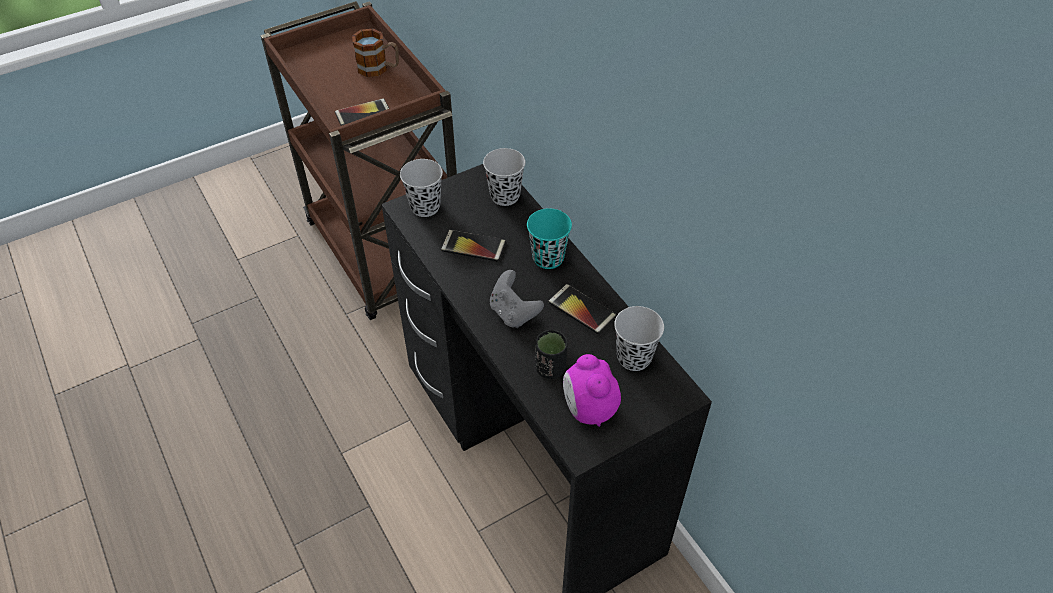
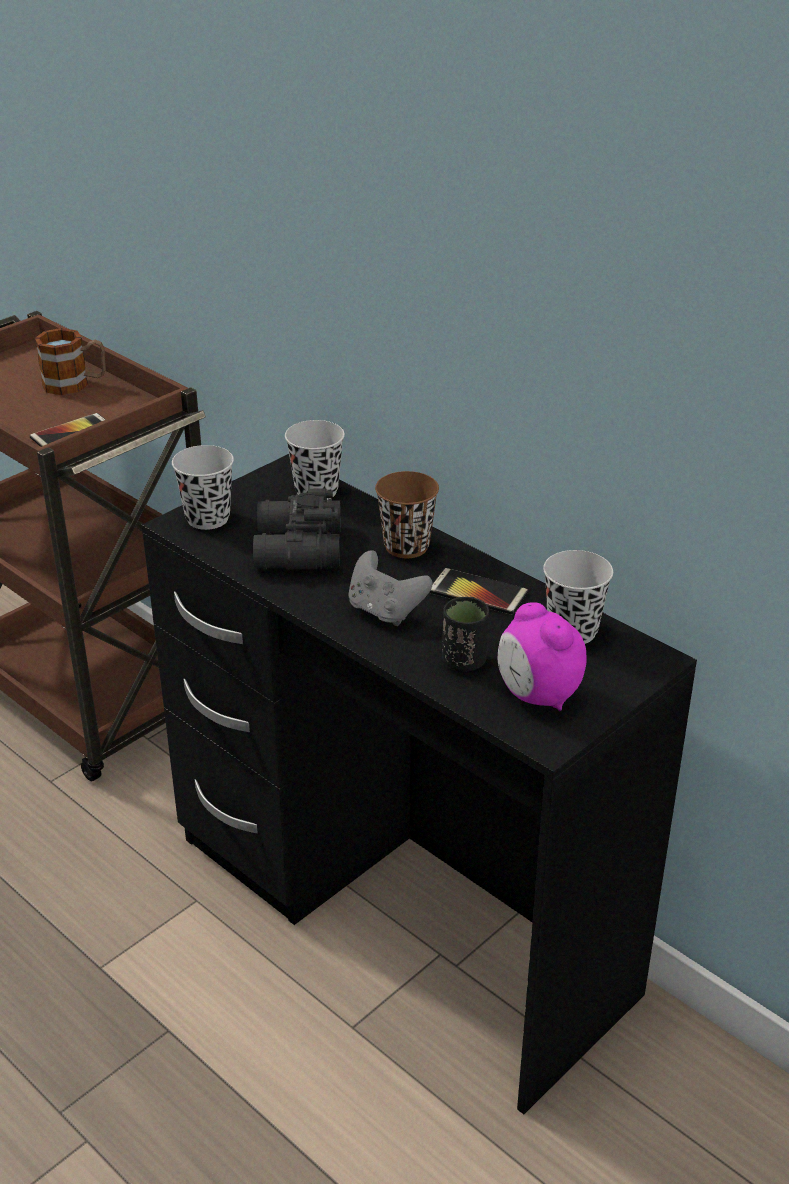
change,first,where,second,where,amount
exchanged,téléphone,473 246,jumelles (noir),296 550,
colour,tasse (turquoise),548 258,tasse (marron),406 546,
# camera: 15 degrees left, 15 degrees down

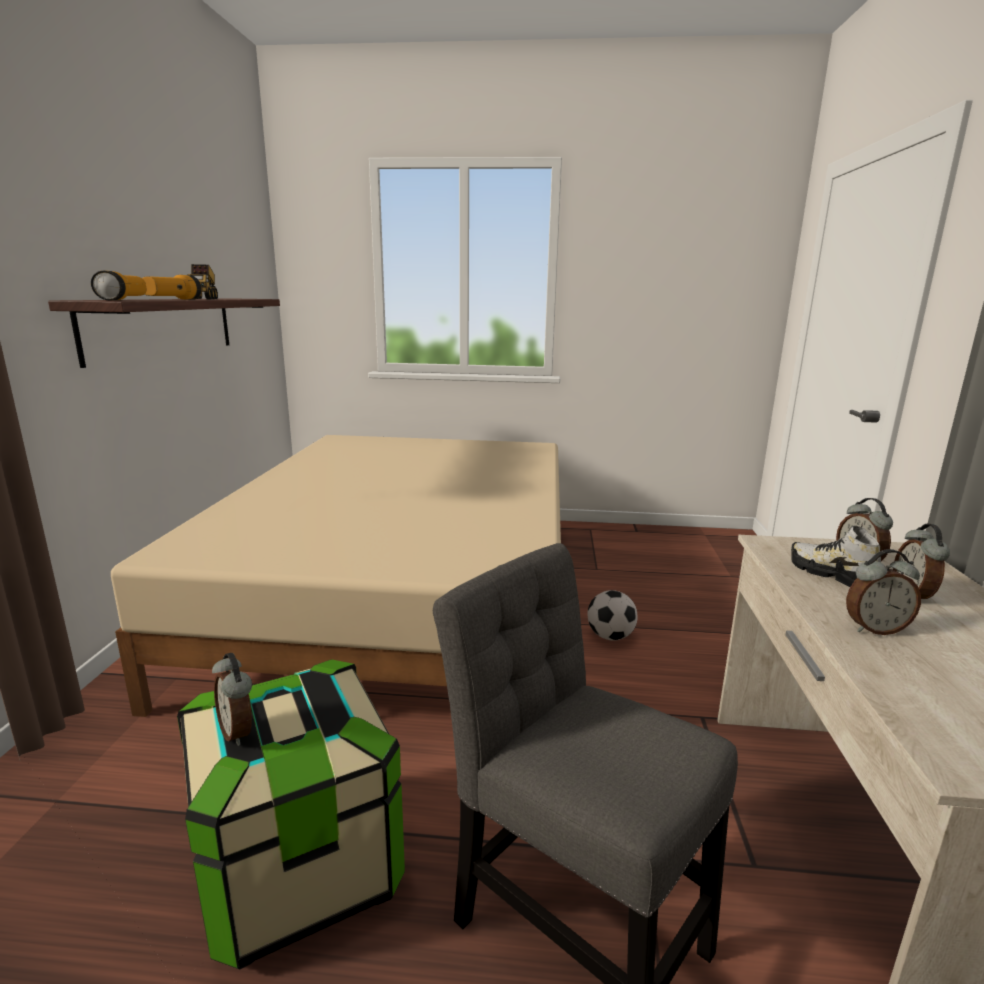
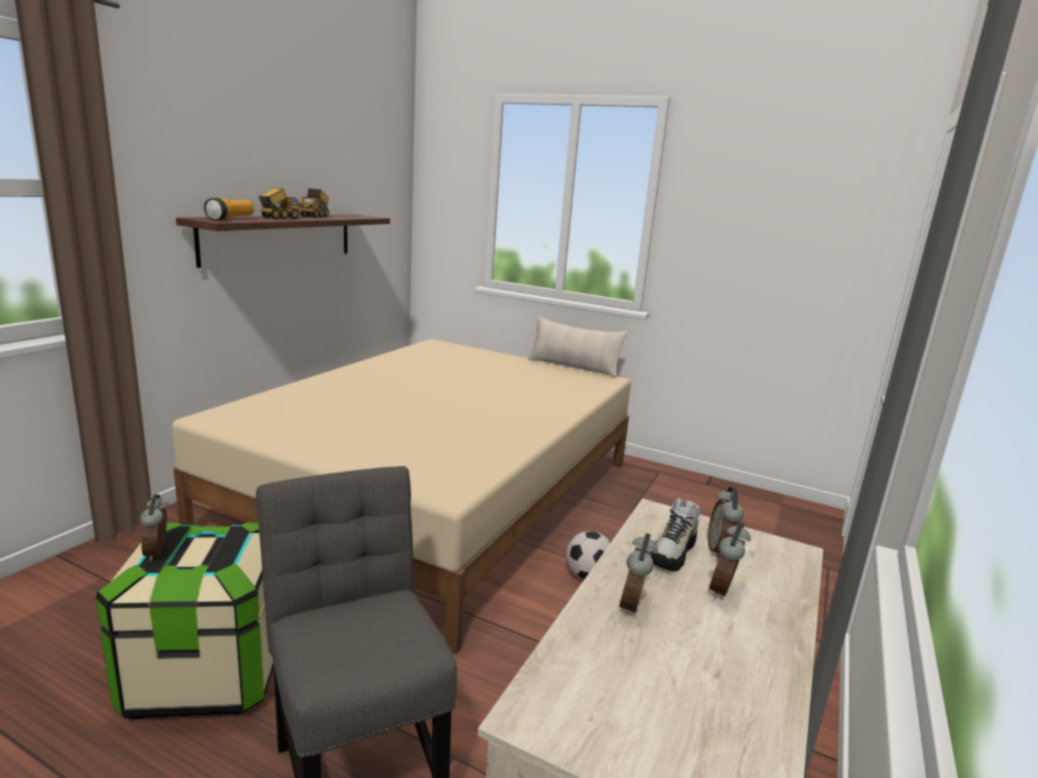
change,first,where,second,where,amount
exchanged,lampe de poche,173 299,camion jouet,280 218,
spun,chaussure,832 575,,673 553,135 degrees counterclockwise
spun,réveil,874 629,,633 606,90 degrees clockwise
appeared,,,coussin (beige),573 367,
# camera: 20 degrees right, 0 degrees up

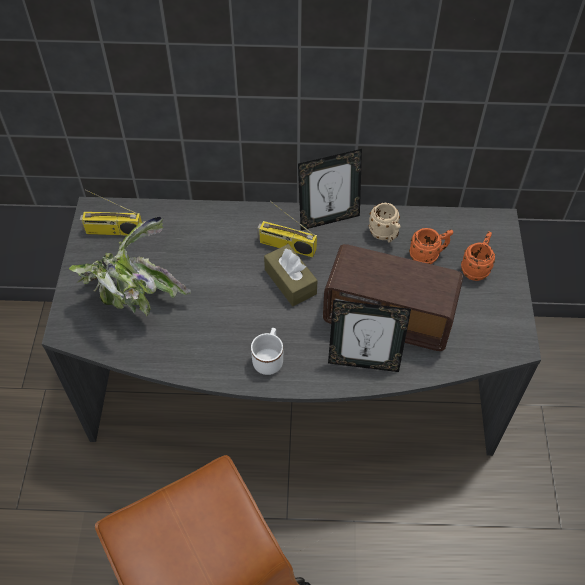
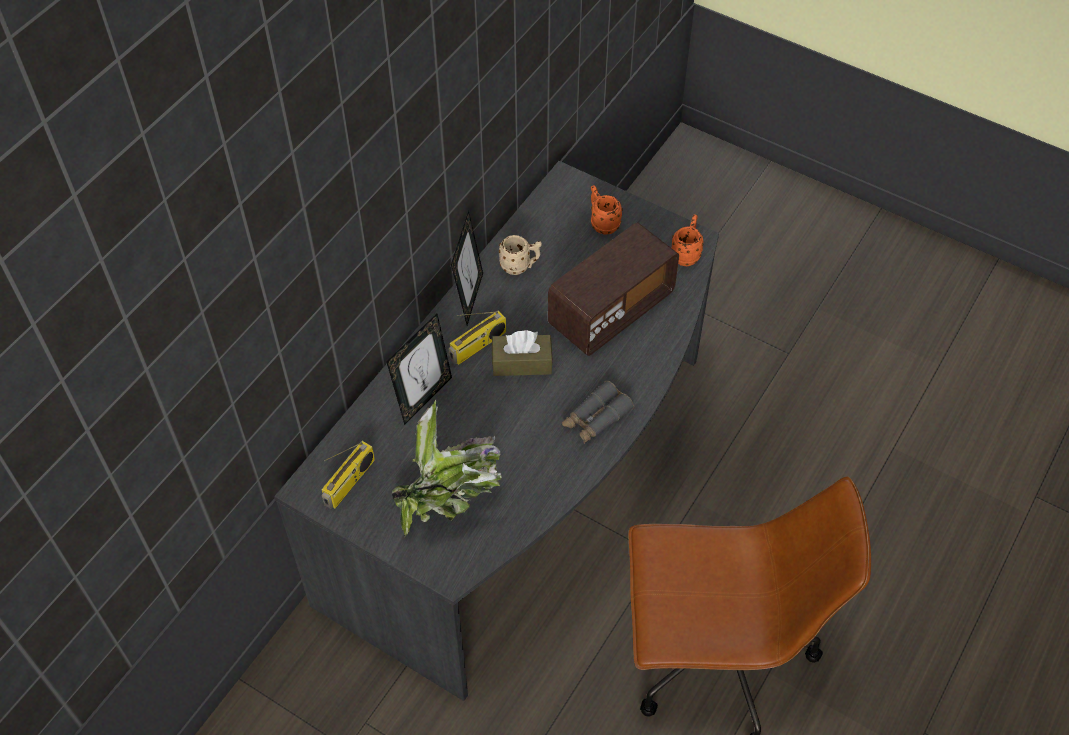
change,first,where,second,where,amount
exchanged,mug (blanc),269 358,jumelles (gris),596 418,
relocated,cadre photo,363 362,,423 397,
relocated,mug (orange),428 256,,686 253,
# camera: 60 degrees left, 0 degrees up

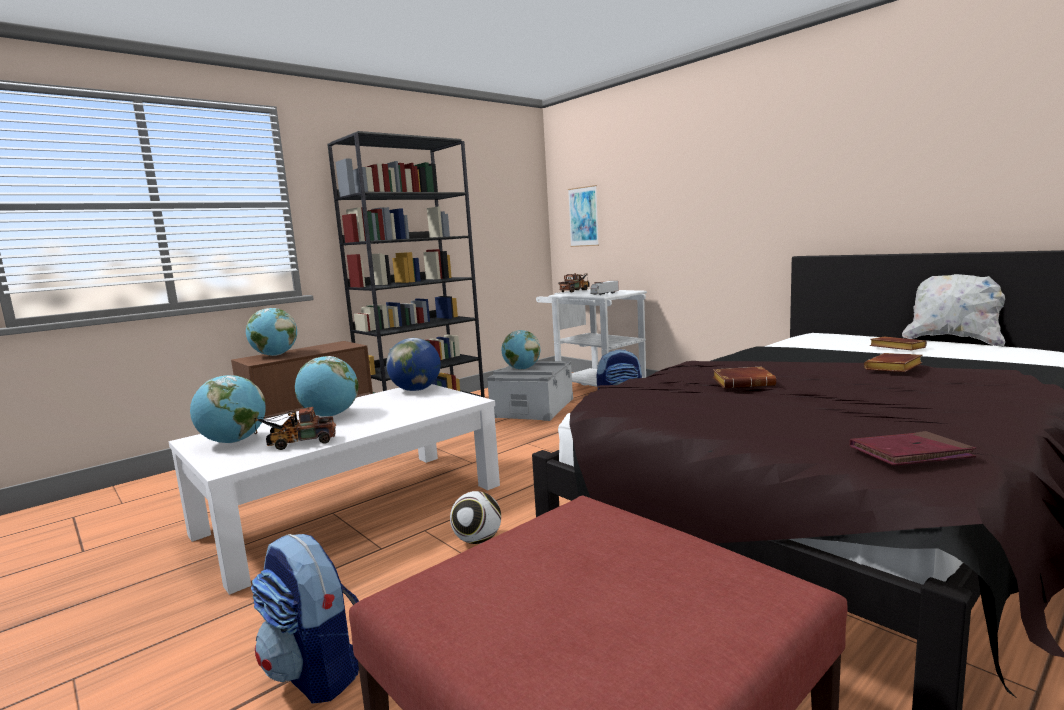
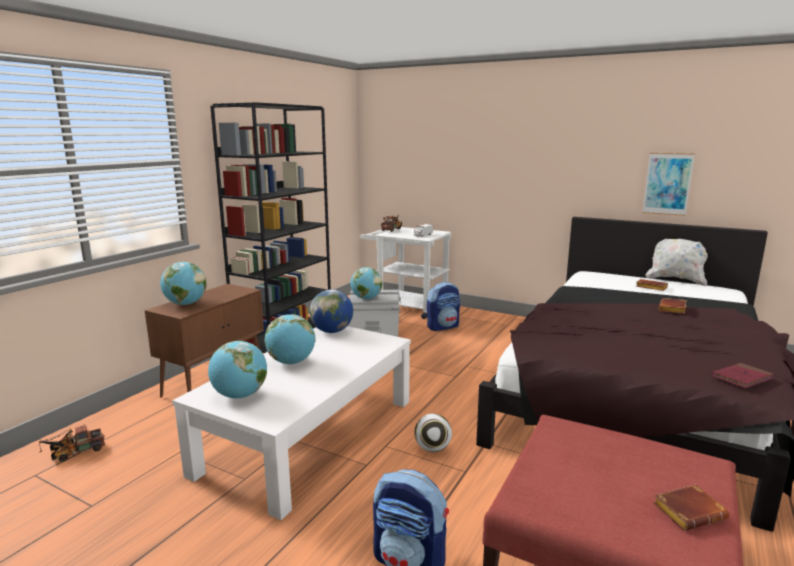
change,first,where,second,where,amount
relocated,camion jouet,297 443,,74 453,
relocated,tableau,583 216,,667 184,
relocated,livre (marron),744 383,,689 511,
# camera: 20 degrees left, 5 degrees up

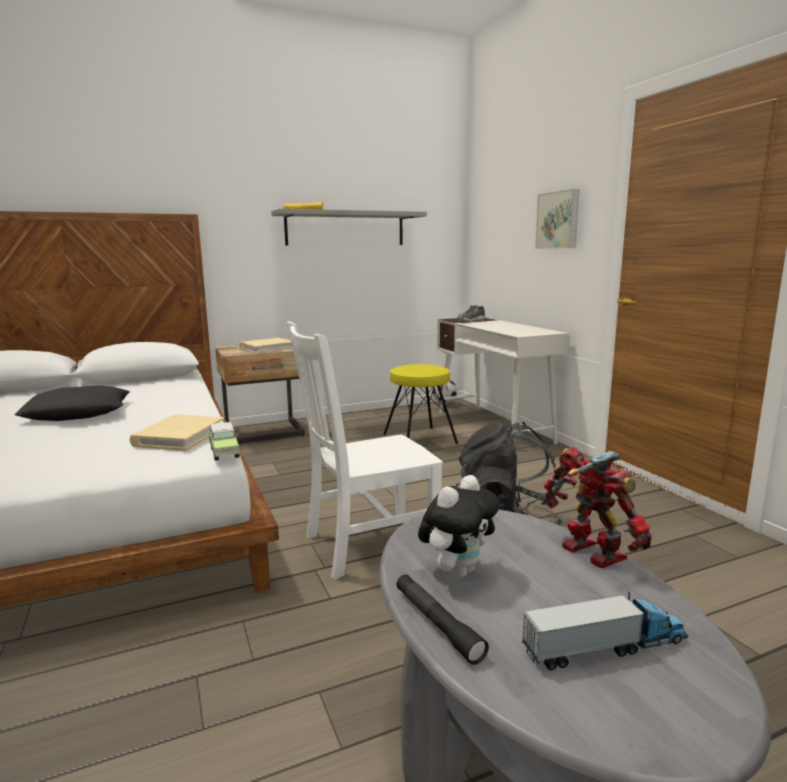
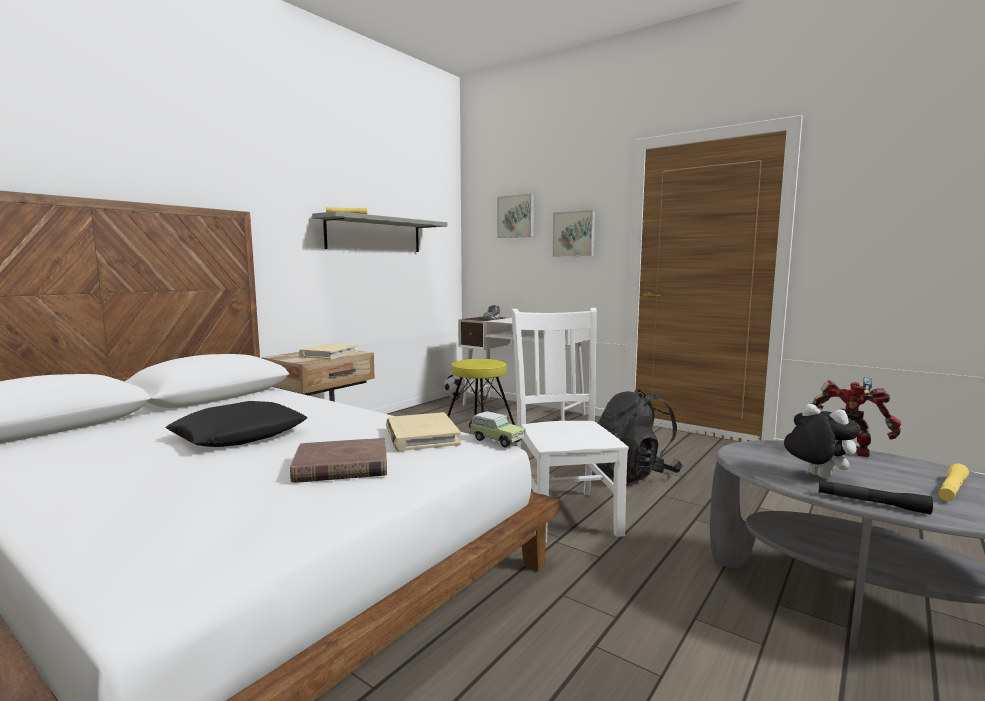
change,first,where,second,where,amount
spun,chaise (blanc),366 544,,564 513,135 degrees clockwise
spun,peluche,457 571,,815 476,45 degrees counterclockwise
exchanged,camion jouet,605 647,lampe de poche (jaune),951 489,
appeared,,,livre (marron),341 466,
appeared,,,tableau,516 216,
# camera: 30 degrees left, 5 degrees down

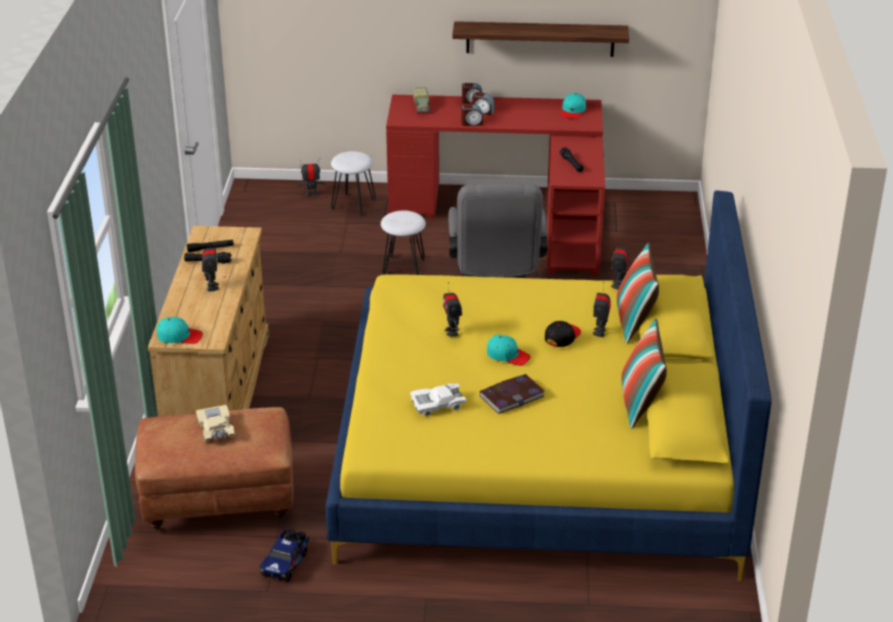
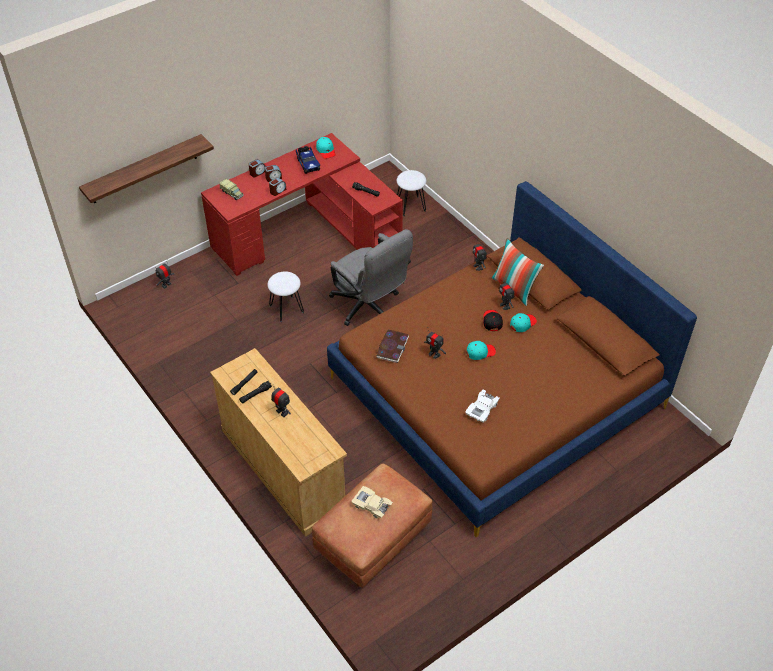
change,first,where,second,where,amount
relocated,casquette (turquoise),179 336,,522 323,
relocated,camion jouet,286 562,,308 164,
colour,lit (jaune),538 451,lit (marron),496 392,
relocated,tabouret (blanc),353 205,,411 206,
relocated,étagère,540 38,,143 169,
relocated,livre,512 396,,392 347,
missing,coussin,640 404,,,
# camera: 40 degrees left, 15 degrees up

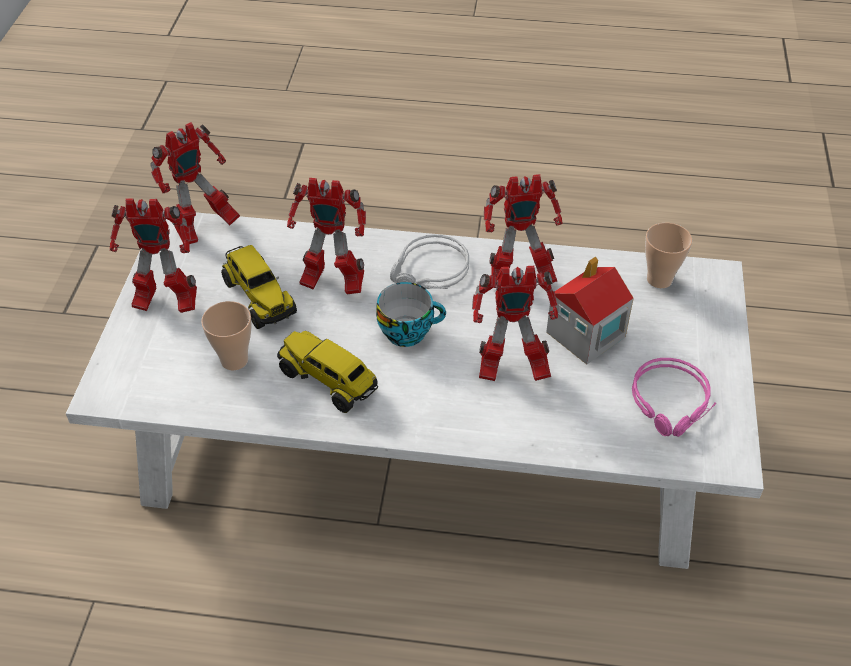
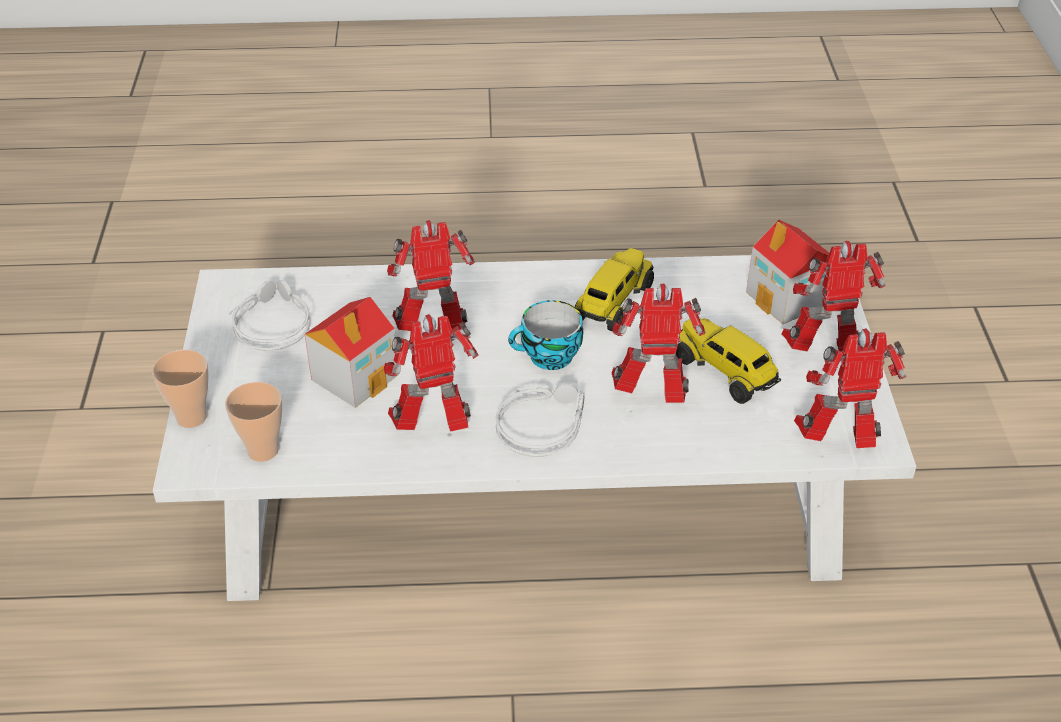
change,first,where,second,where,amount
spun,robot jouet,204 229,,839 443,45 degrees clockwise
relocated,tasse,234 360,,191 417,
spun,camion jouet,329 381,,613 303,90 degrees counterclockwise
colour,casque audio (rose),672 404,casque audio (gris),270 323,
appeared,,,maison miniature,787 299,
# camera: 170 degrees right, 5 degrees down

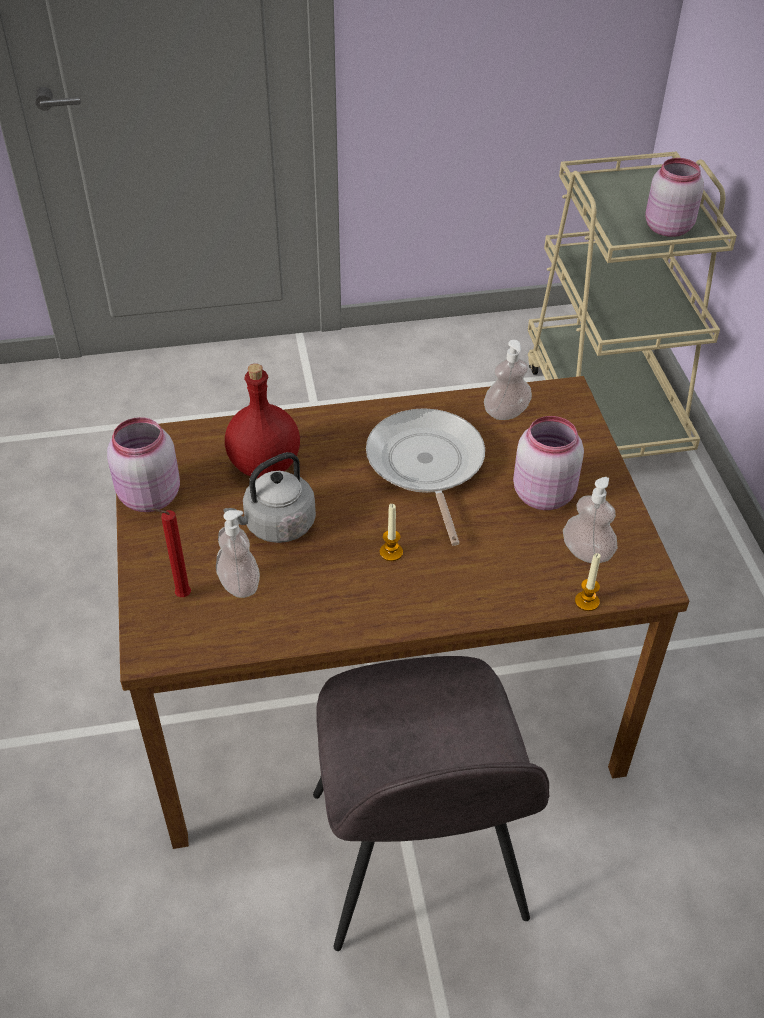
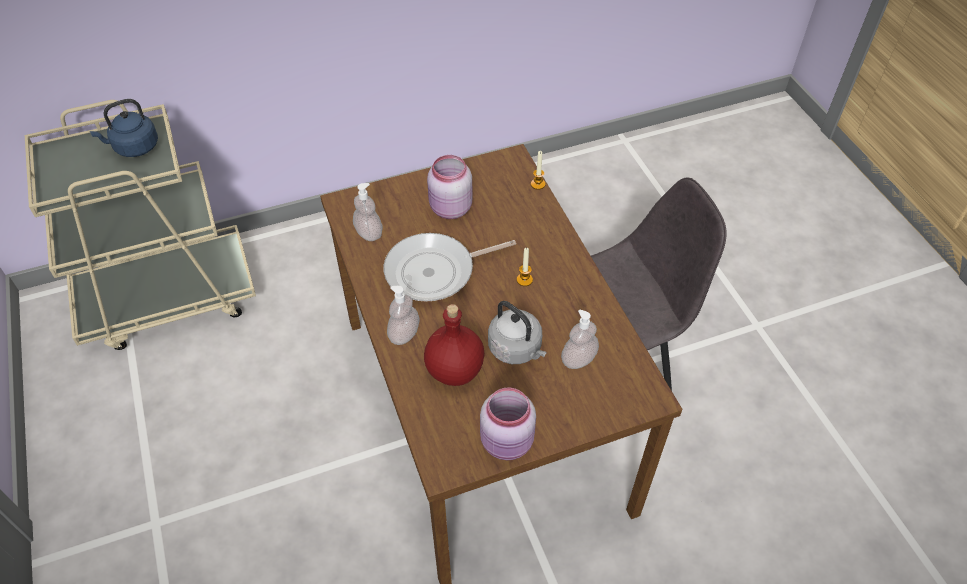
change,first,where,second,where,amount
missing,bougie (rouge),180 596,,,
relocated,distributeur de savon,587 552,,404 334,
exchanged,bocal (rose),666 227,bouilloire (bleu),134 147,
# camera: 100 degrees left, 5 degrees up

